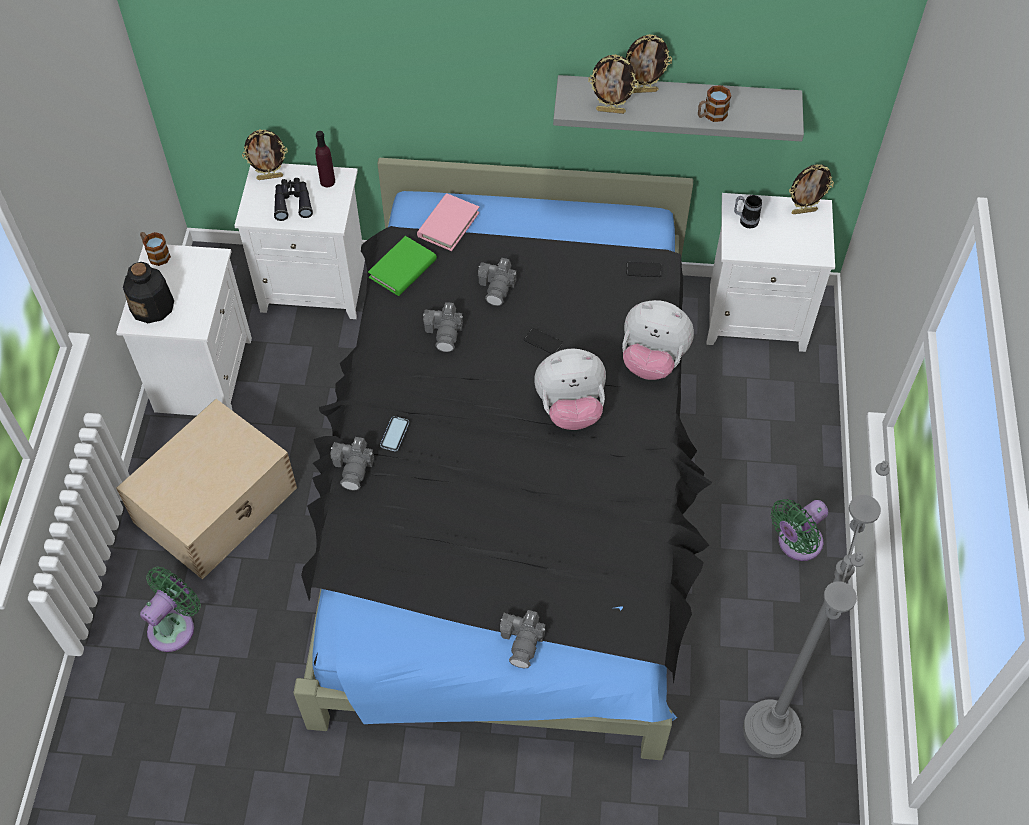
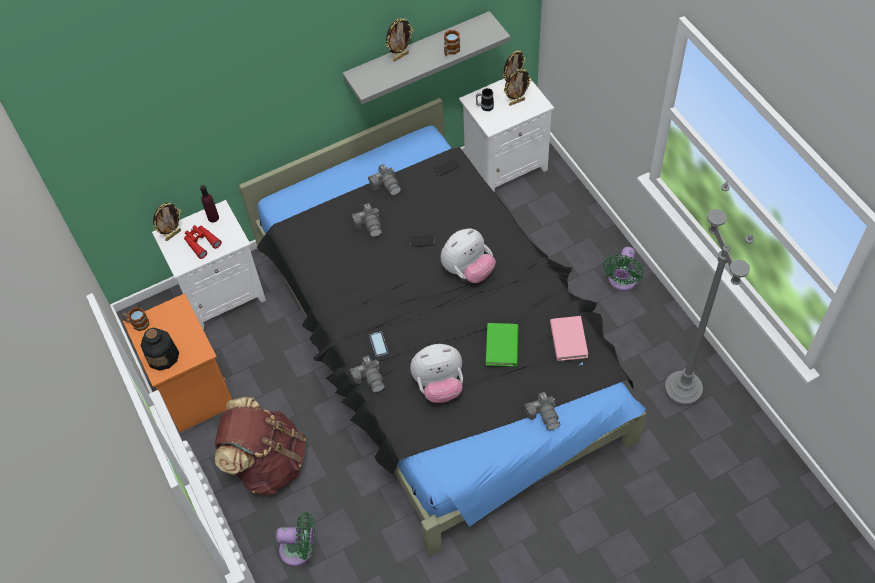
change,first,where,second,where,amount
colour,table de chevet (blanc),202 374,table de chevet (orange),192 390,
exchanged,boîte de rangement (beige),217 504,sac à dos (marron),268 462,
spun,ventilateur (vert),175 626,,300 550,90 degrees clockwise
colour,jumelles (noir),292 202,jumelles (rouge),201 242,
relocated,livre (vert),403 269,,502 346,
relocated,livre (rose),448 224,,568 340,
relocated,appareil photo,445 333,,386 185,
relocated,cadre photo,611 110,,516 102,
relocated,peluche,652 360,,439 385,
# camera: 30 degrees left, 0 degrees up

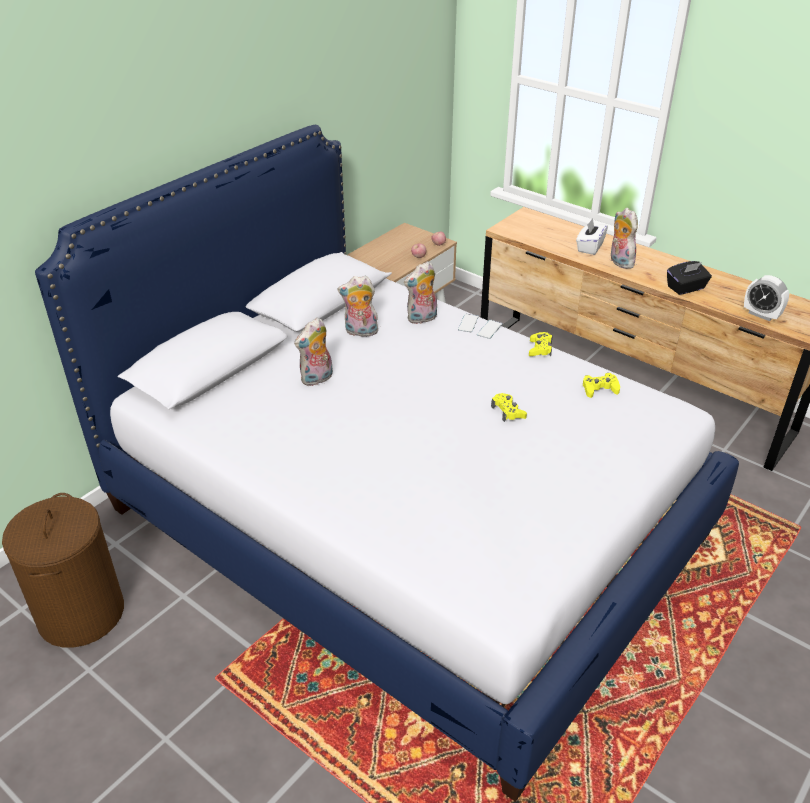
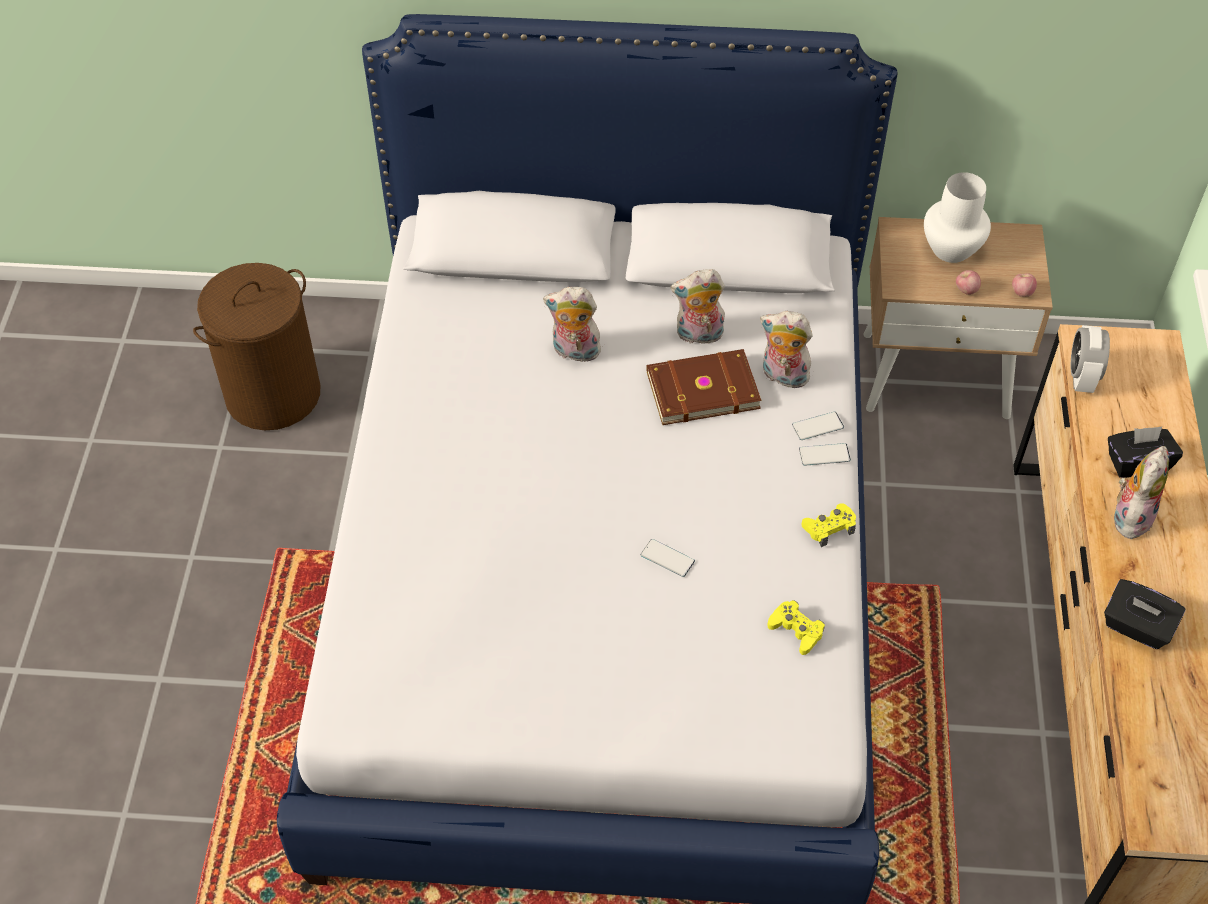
change,first,where,second,where,amount
spun,peluche,360 332,,698 335,60 degrees counterclockwise
exchanged,manette (jaune),508 411,téléphone,667 558,
colour,boîte à mouchoirs (blanc),589 247,boîte à mouchoirs (noir),1137 462,
relocated,réveil,761 315,,1081 377,
appeared,,,livre (marron),701 388,
appeared,,,vase (blanc),951 248,
# camera: 55 degrees right, 15 degrees up

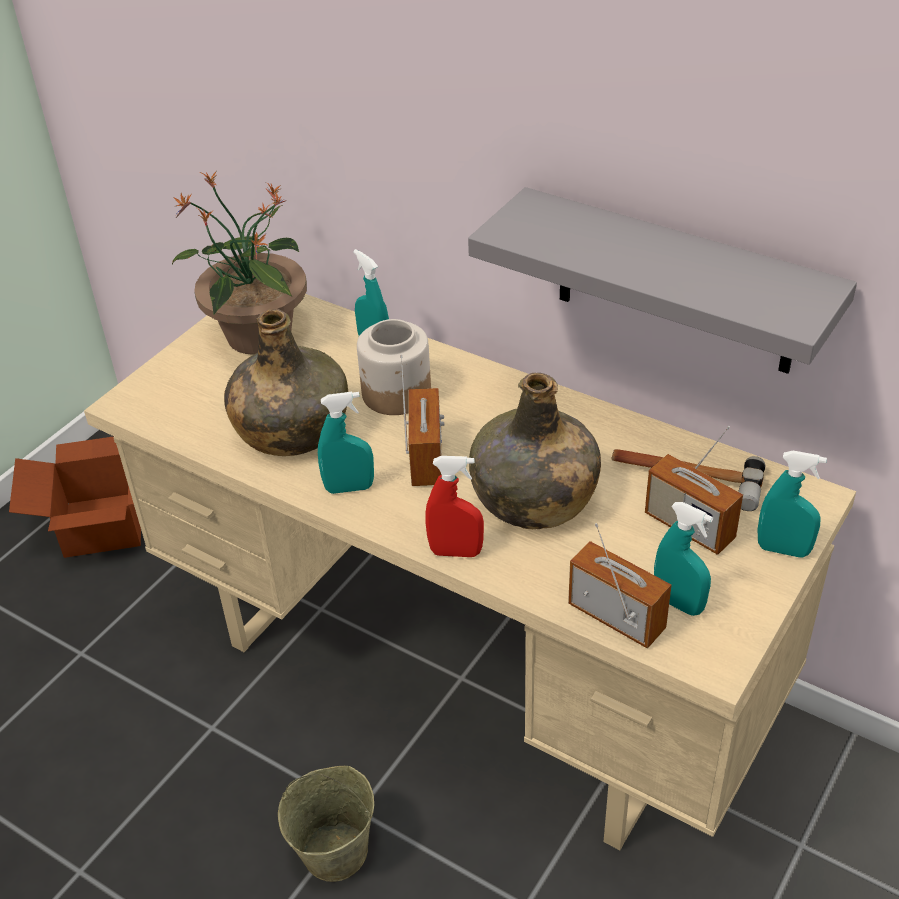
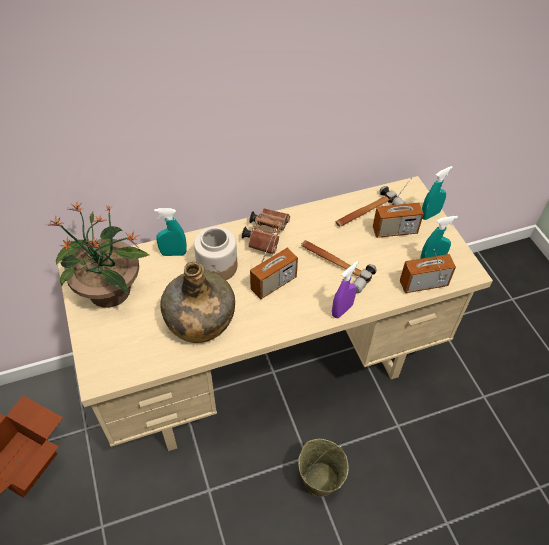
change,first,where,second,where,amount
missing,vaporisateur (turquoise),349 488,,,
spun,radio,426 459,,273 283,105 degrees clockwise
colour,vaporisateur (rouge),456 552,vaporisateur (violet),342 310,
missing,étagère (gris),675 283,,,
exchanged,bouteille (vert),533 498,marteau,334 265,
appeared,,,jumelles (marron),267 235,
# camera: 55 degrees left, 10 degrees up

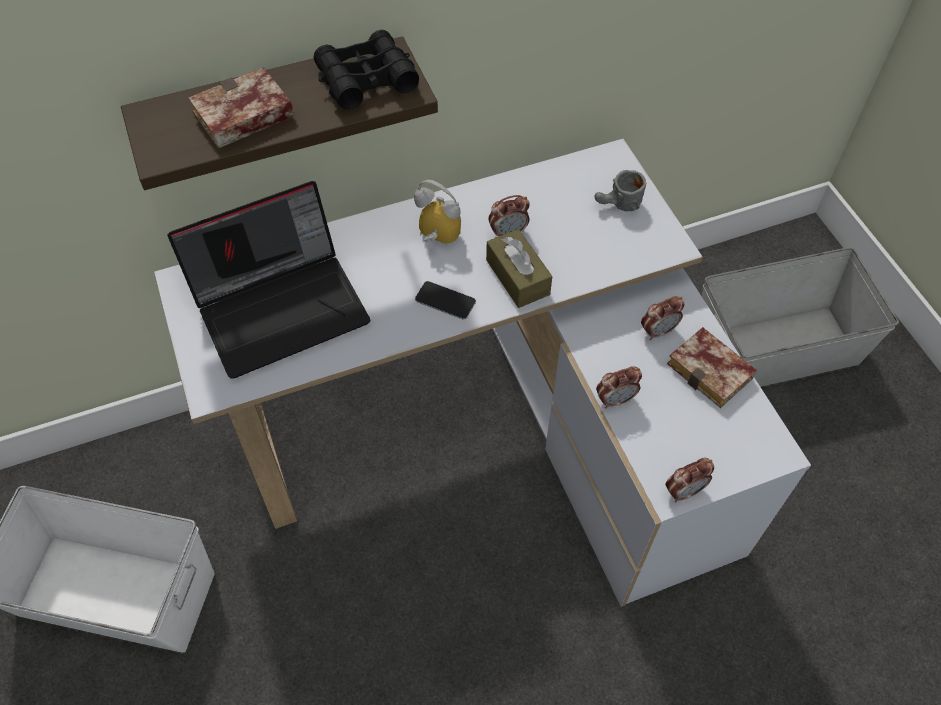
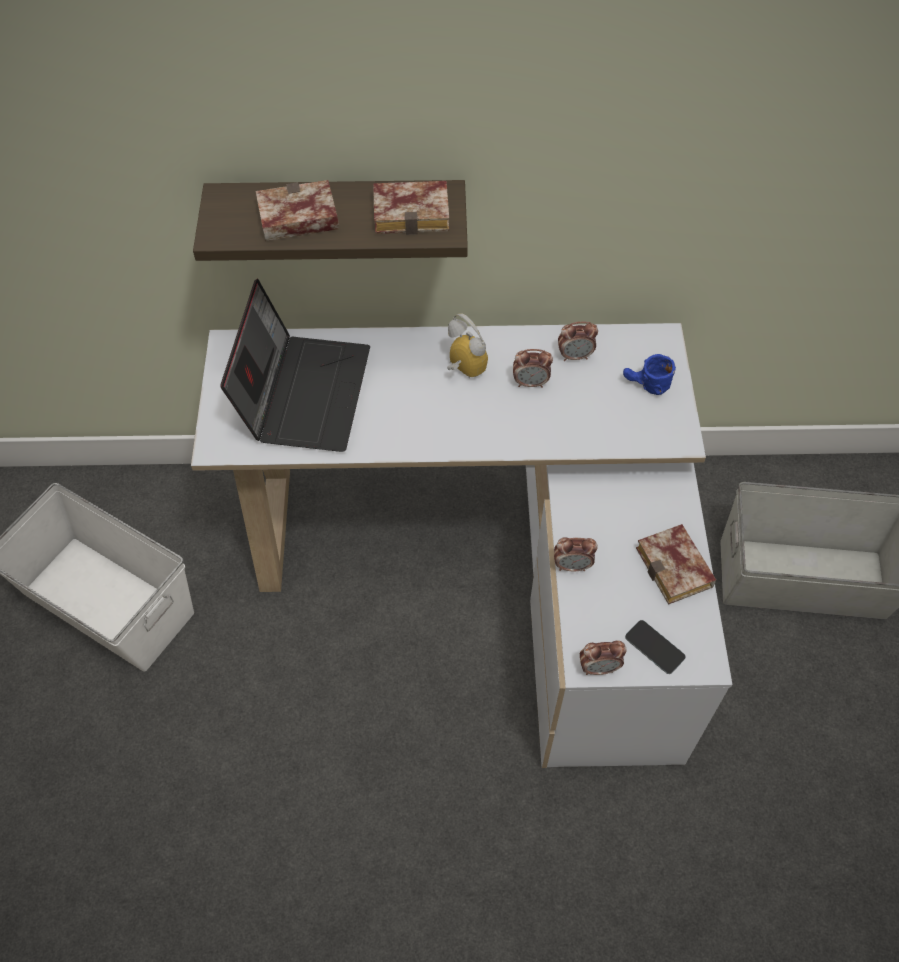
change,first,where,second,where,amount
spun,ordinateur portable,282 306,,304 391,75 degrees counterclockwise
exchanged,jumelles (noir),366 80,livre,414 212,
relocated,téléphone,445 300,,654 647,
missing,boîte à mouchoirs (marron),517 277,,,
colour,mug (gris),618 206,mug (bleu),645 386,
relocated,réveil,658 331,,575 356,
# camera: 20 degrees right, 0 degrees up

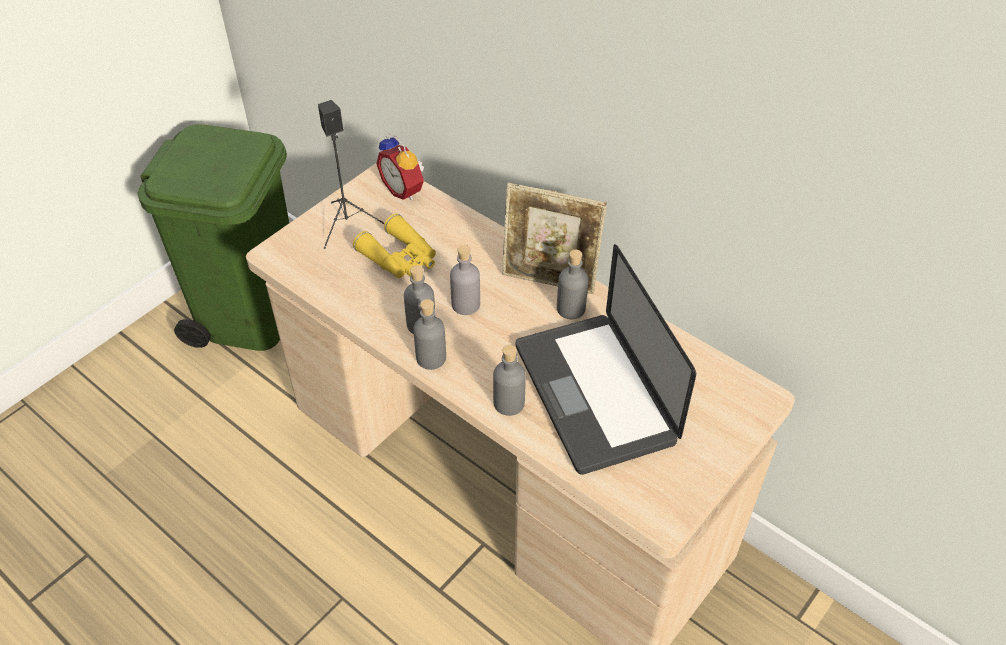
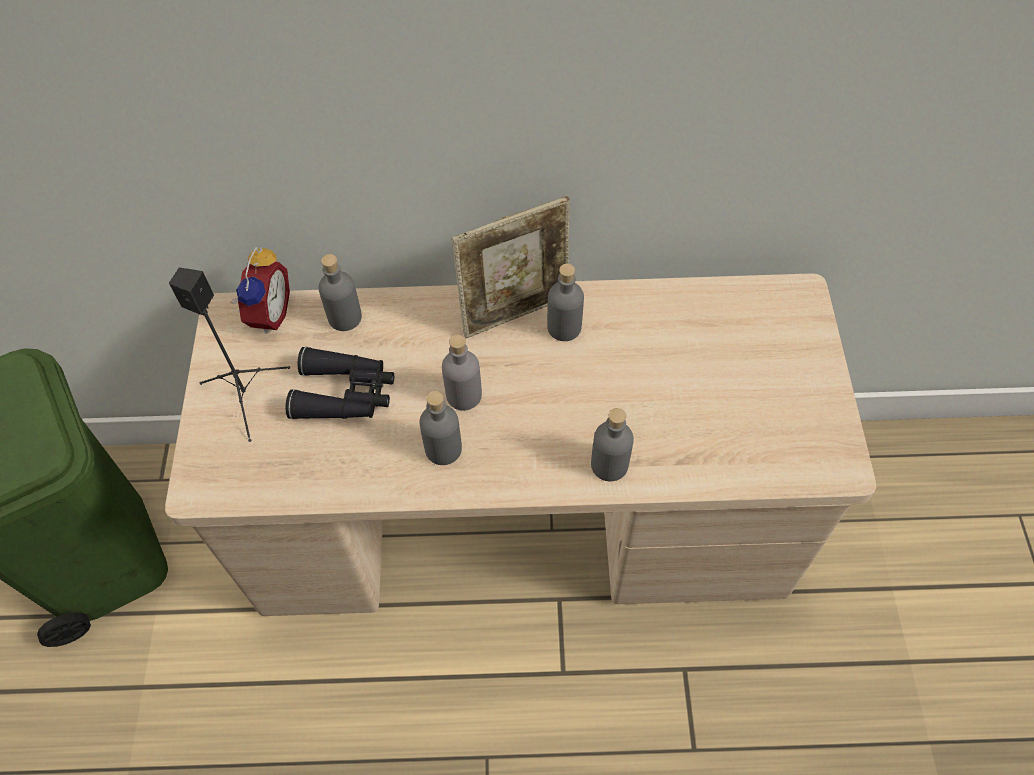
change,first,where,second,where,amount
colour,jumelles (jaune),400 258,jumelles (noir),345 394,
spun,réveil,405 190,,267 314,90 degrees counterclockwise
relocated,bouteille (gris),431 358,,345 317,
missing,ordinateur portable,594 393,,,
# camera: 40 degrees left, 10 degrees up

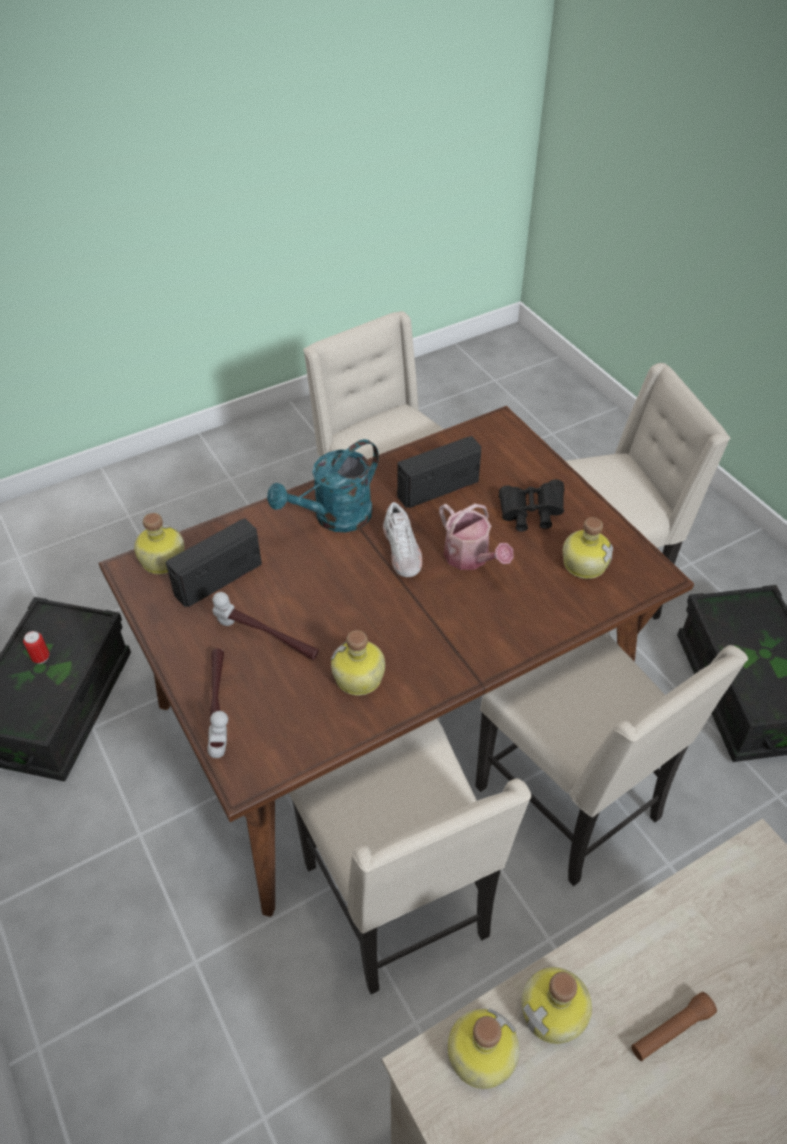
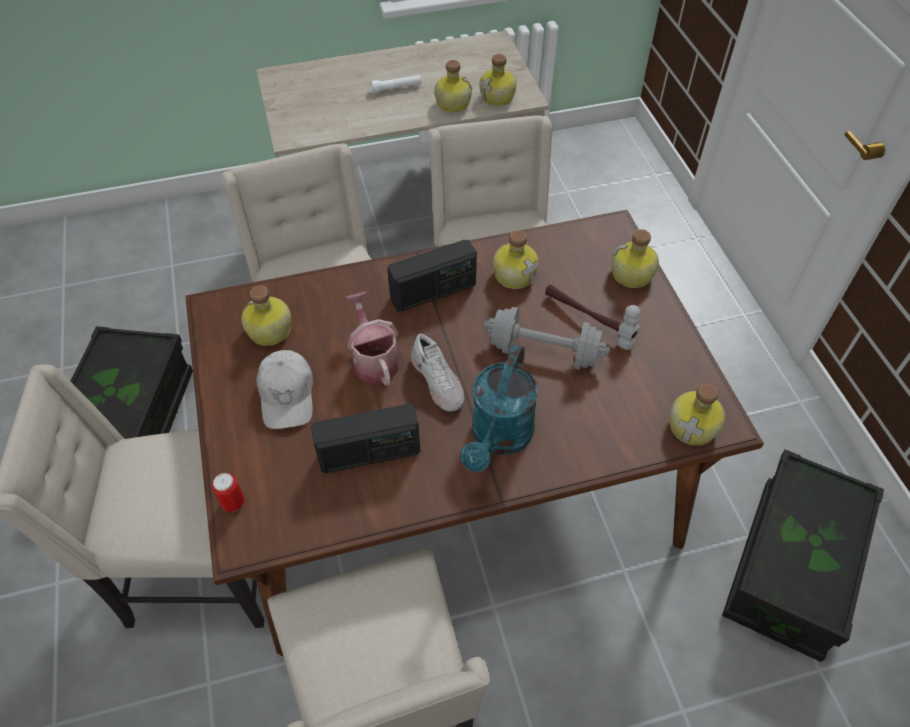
change,first,where,second,where,amount
relocated,boîte métallique,41 658,,233 503,
relocated,radio,218 578,,433 292,
exchanged,marteau,220 707,bouteille,632 275,
spun,arrosoir (turquoise),334 518,,498 438,135 degrees clockwise
spun,chaussure (blanc),402 551,,438 381,150 degrees clockwise
exchanged,jumelles (noir),530 515,casquette (blanc),287 395,
colour,lampe de poche (marron),670 1030,lampe de poche (blanc),396 88,
appeared,,,haltère (gris),543 352,
# camera: 165 degrees left, 5 degrees up

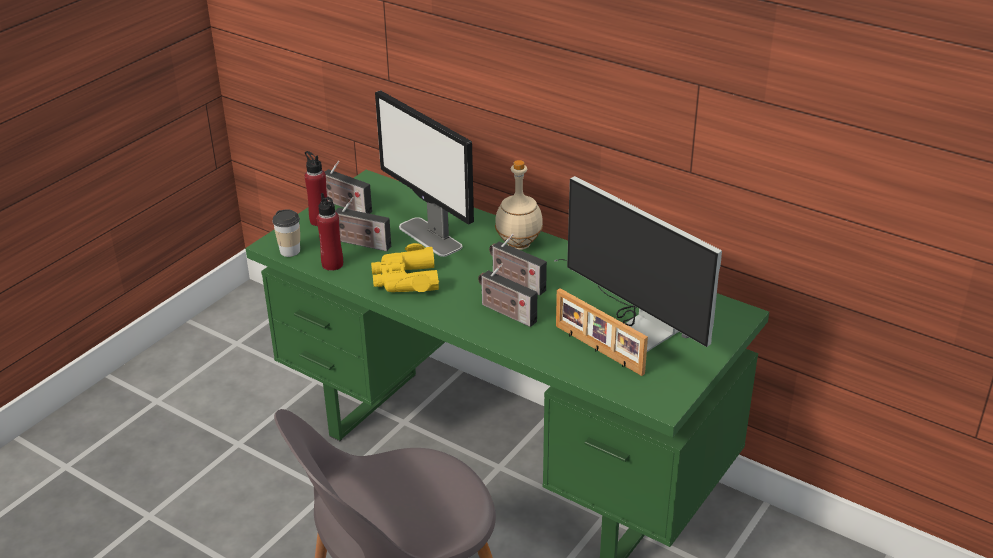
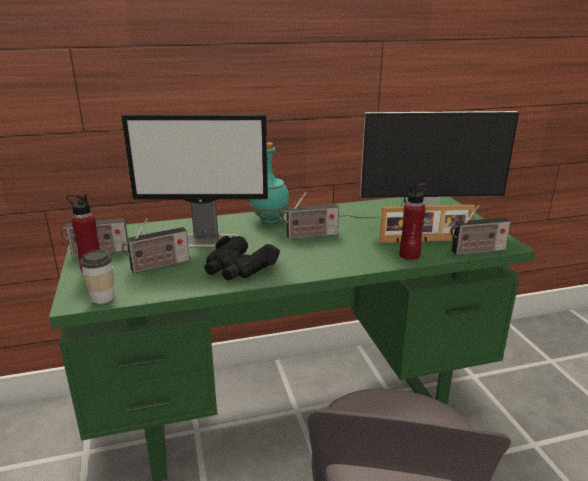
change,first,where,second,where,amount
relocated,bouteille (rouge),332 264,,409 255,
colour,jumelles (jaune),405 280,jumelles (noir),238 268,
relocated,radio,506 312,,476 251,
colour,bouteille (beige),519 245,bouteille (turquoise),270 220,
# camera: 50 degrees left, 10 degrees down

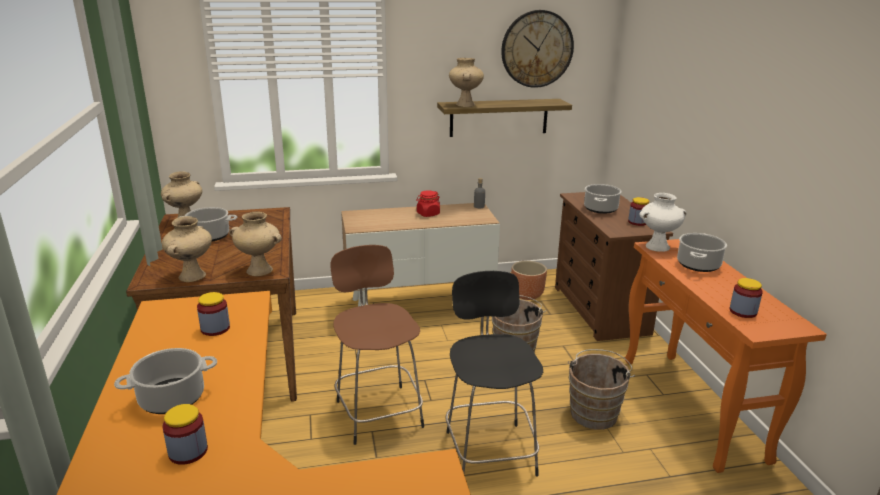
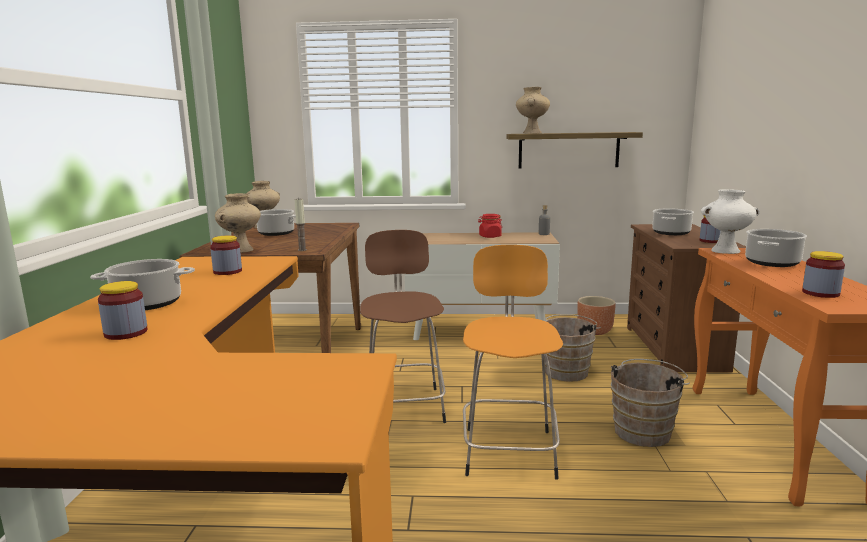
change,first,where,second,where,amount
exchanged,vase (beige),260 270,bougie,302 250,
colour,tabouret (noir),489 450,tabouret (orange),509 450,
missing,horloge murale,537 49,,,
# camera: 15 degrees right, 10 degrees down

